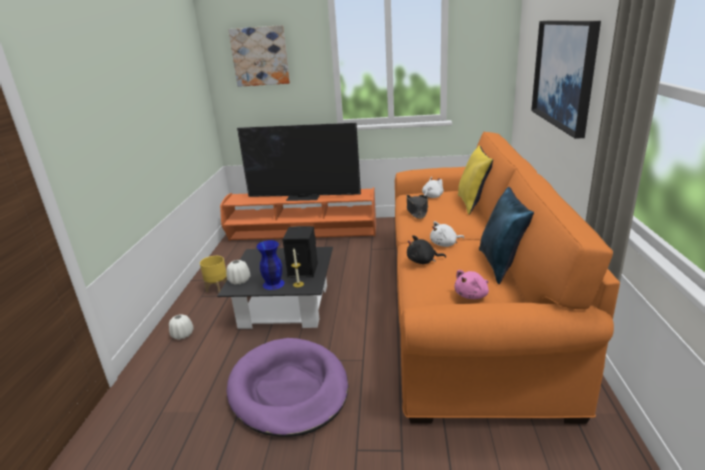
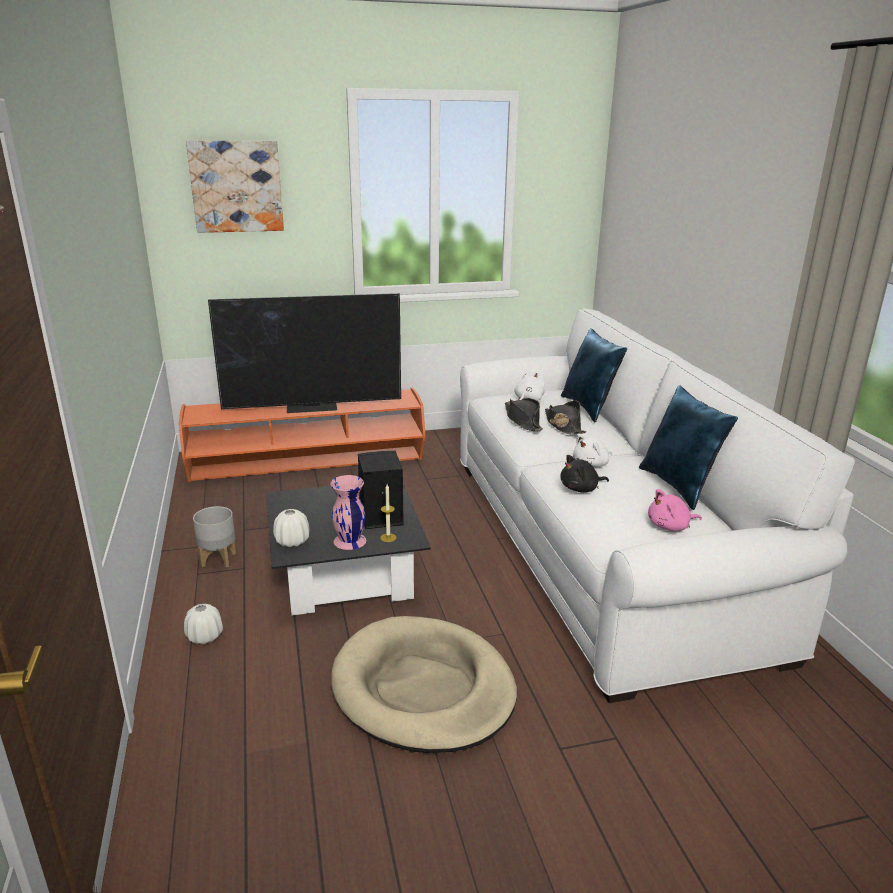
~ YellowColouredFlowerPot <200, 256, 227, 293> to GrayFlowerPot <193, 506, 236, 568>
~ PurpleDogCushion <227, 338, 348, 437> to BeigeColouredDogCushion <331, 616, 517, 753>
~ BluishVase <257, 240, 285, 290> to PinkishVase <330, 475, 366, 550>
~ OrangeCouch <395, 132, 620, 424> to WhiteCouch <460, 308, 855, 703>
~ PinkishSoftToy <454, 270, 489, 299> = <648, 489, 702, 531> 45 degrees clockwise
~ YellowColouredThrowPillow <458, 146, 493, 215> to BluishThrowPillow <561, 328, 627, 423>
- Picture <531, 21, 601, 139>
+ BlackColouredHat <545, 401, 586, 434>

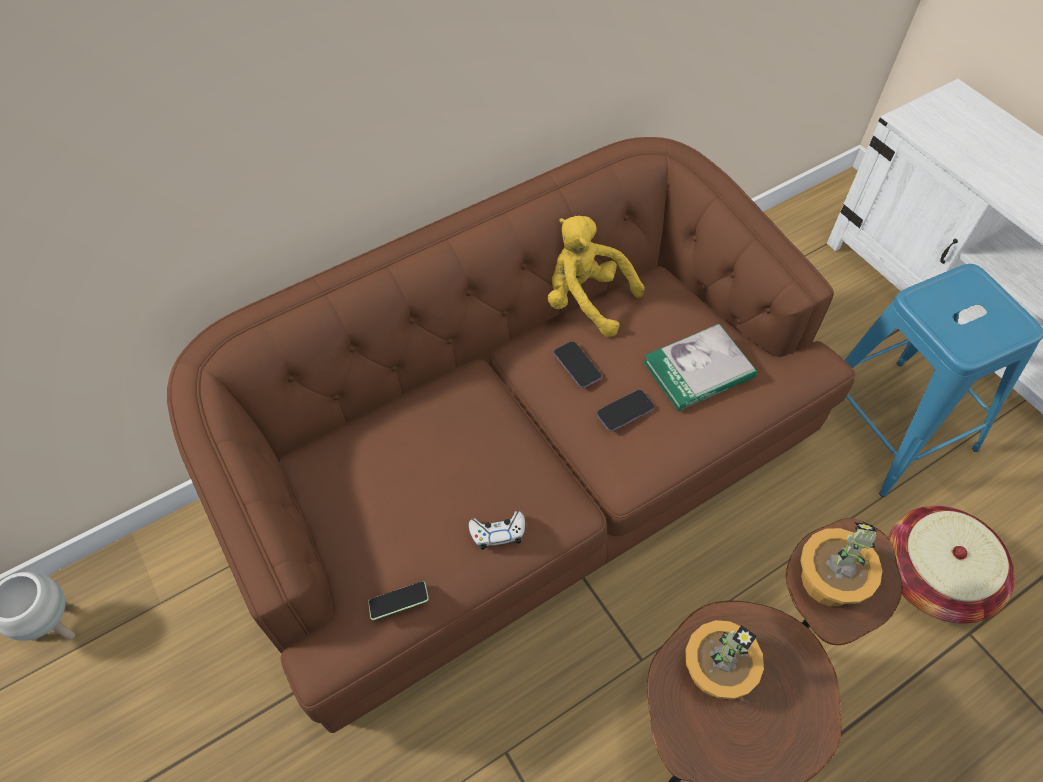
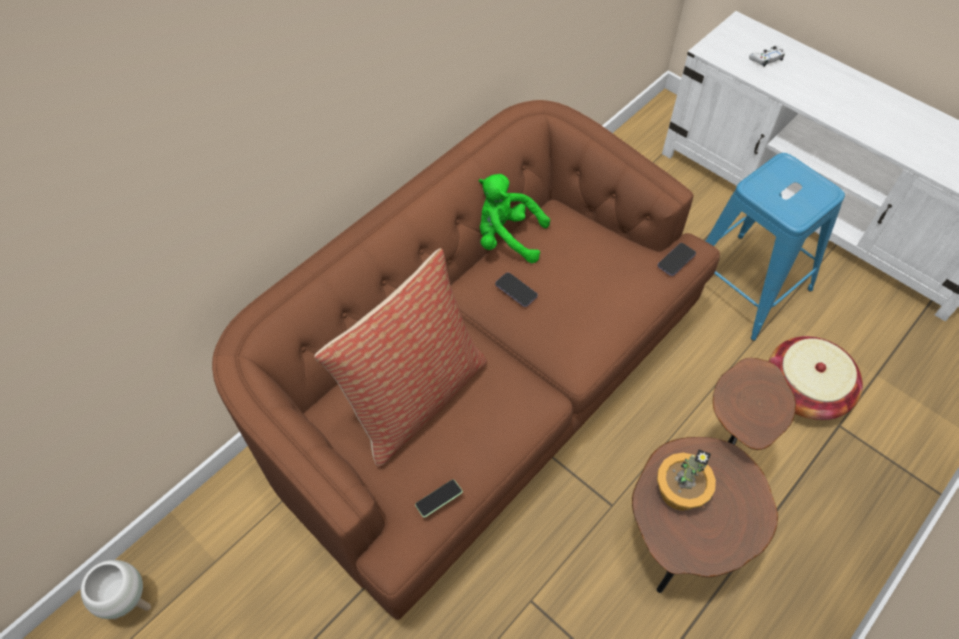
~ WhiteGameController <469, 511, 525, 550> to <749, 46, 785, 67>
~ YellowColouredSoftToy <548, 216, 645, 337> to GreenSoftToy <479, 174, 550, 263>
~ Phone <597, 390, 654, 431> to <658, 243, 696, 276>
- Book <643, 324, 757, 411>
- PottedPlant <800, 522, 883, 606>
+ ThrowPillow <314, 248, 487, 467>

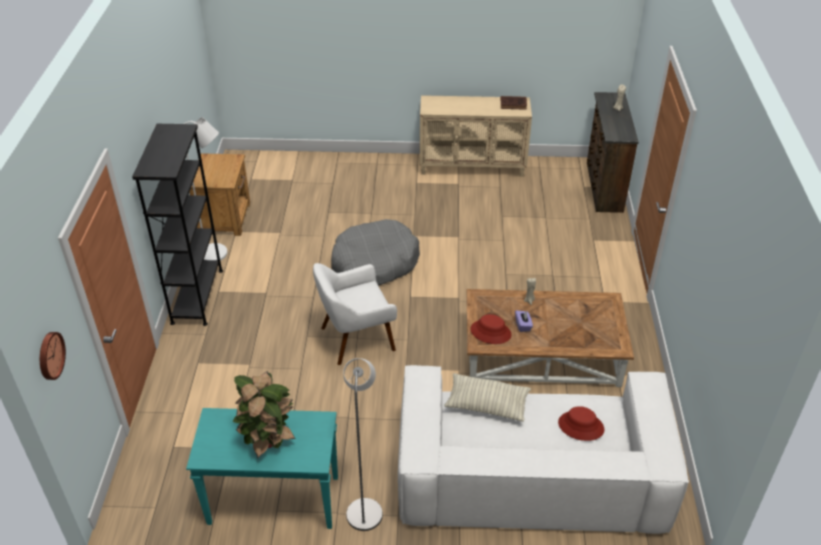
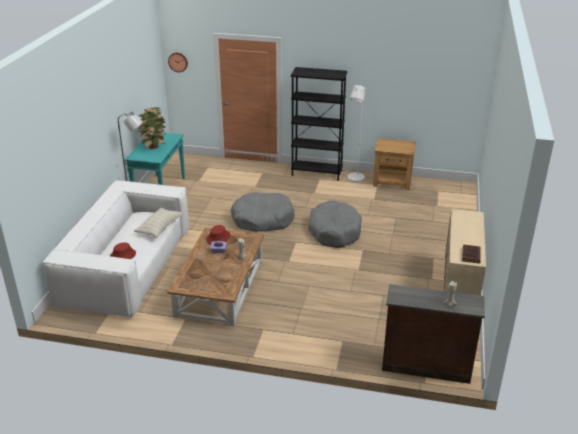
~ WhiteArmchair <313, 263, 397, 365> to GrayDogCushion <231, 192, 295, 232>

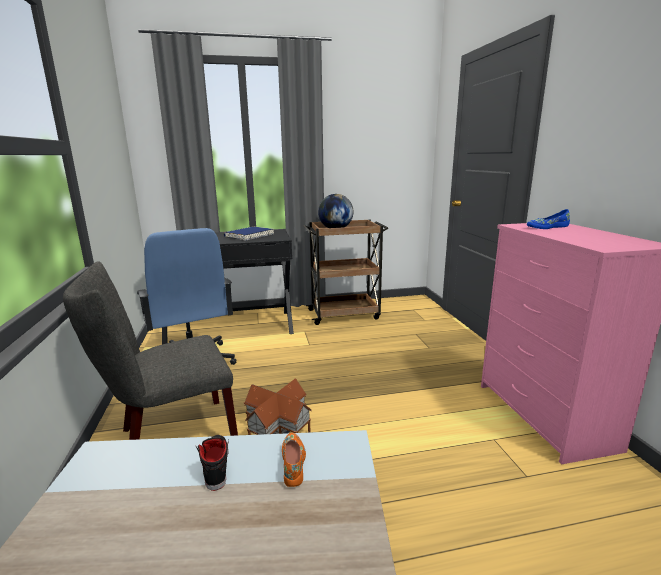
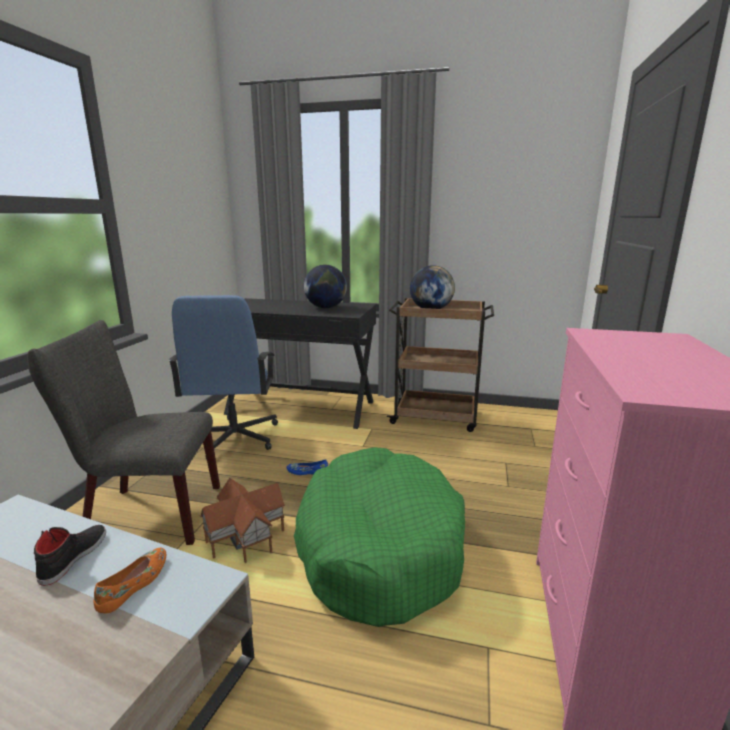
~ BluishBook <224, 227, 274, 241> to WorldGlobe <304, 265, 347, 308>
~ BluishLowShoe <527, 209, 570, 229> to <287, 459, 328, 475>
+ GreenDogCushion <294, 447, 465, 627>

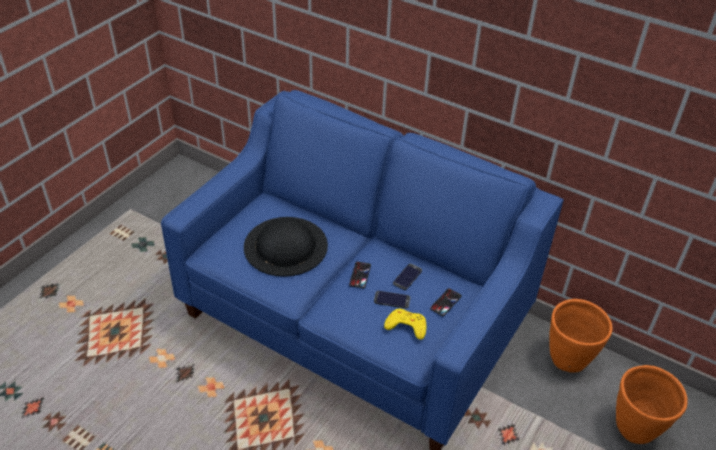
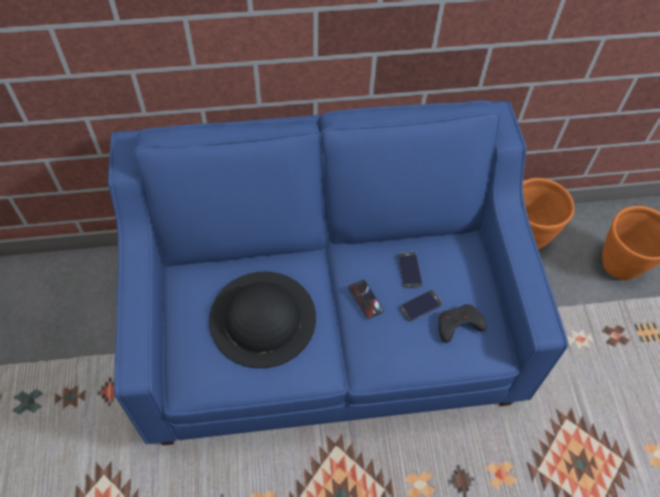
~ YellowColouredGameController <384, 309, 426, 339> to BlackColouredGameController <439, 304, 487, 343>
- Phone <430, 288, 462, 316>

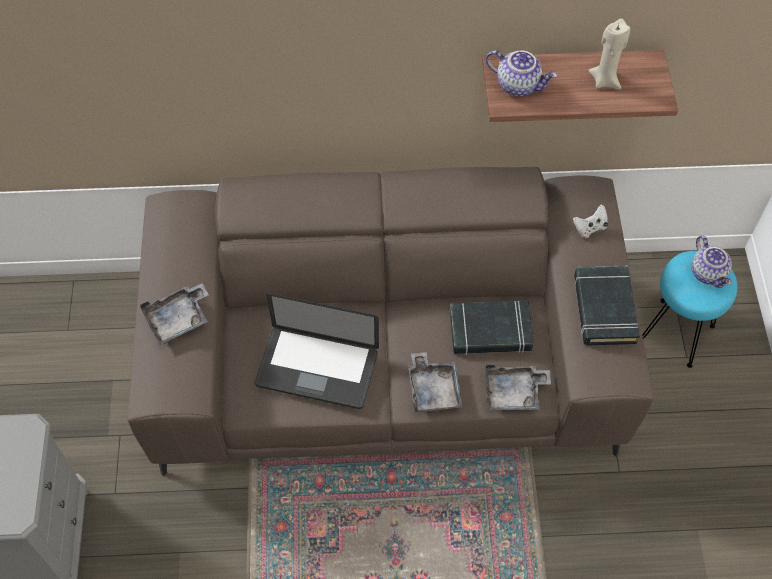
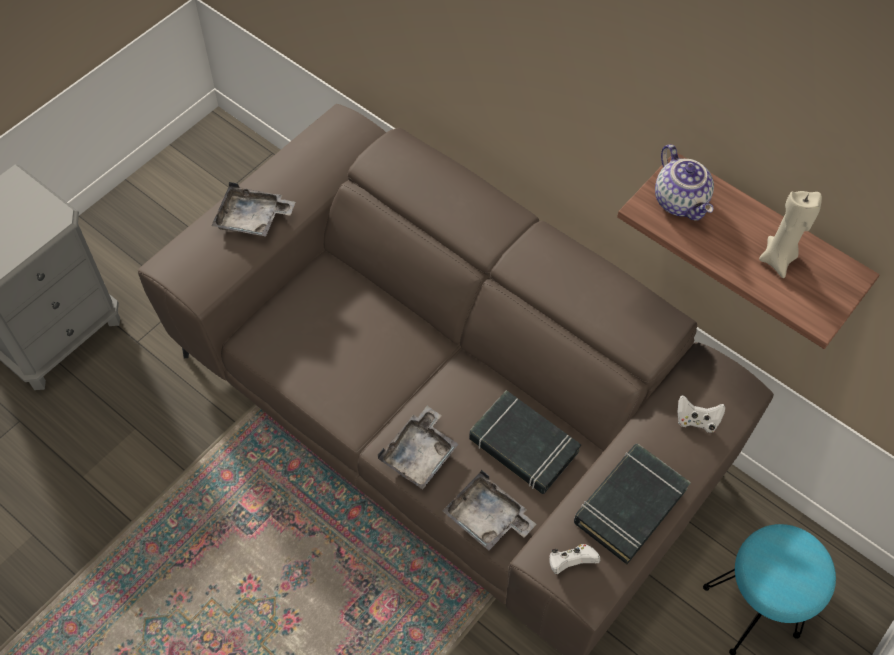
- NotebookComputer <255, 293, 379, 409>
- TeaPot <692, 236, 732, 288>
+ WhiteGameController <549, 544, 600, 574>

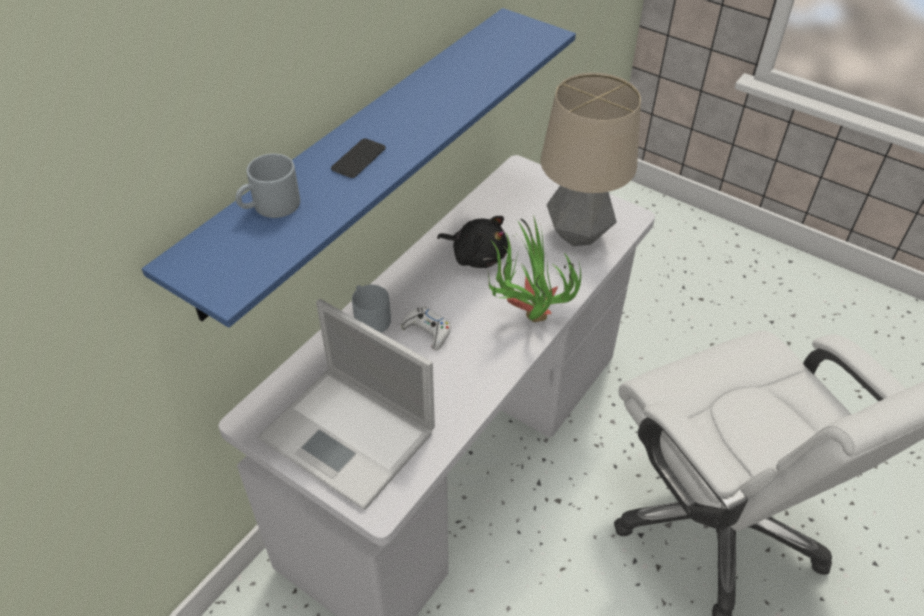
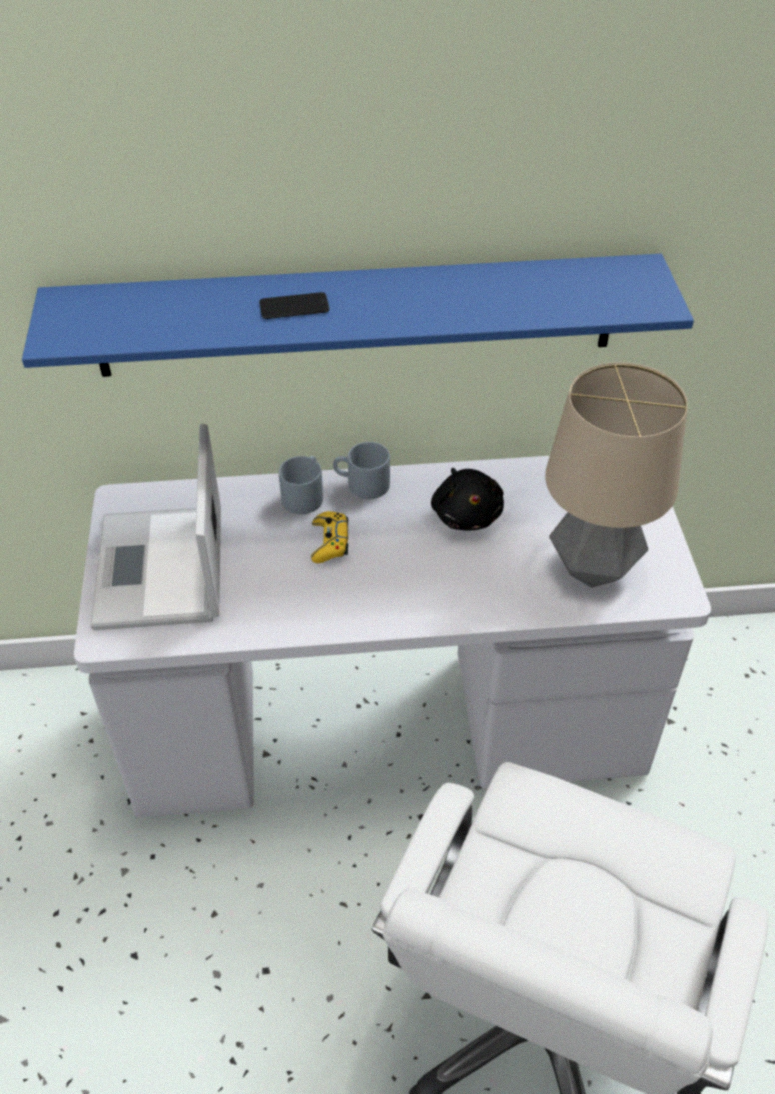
~ GrayMug <236, 154, 300, 218> to <333, 442, 390, 499>
~ WhiteGameController <401, 306, 451, 350> to YellowColouredGameController <311, 511, 348, 563>
- PottedPlant <488, 215, 581, 322>

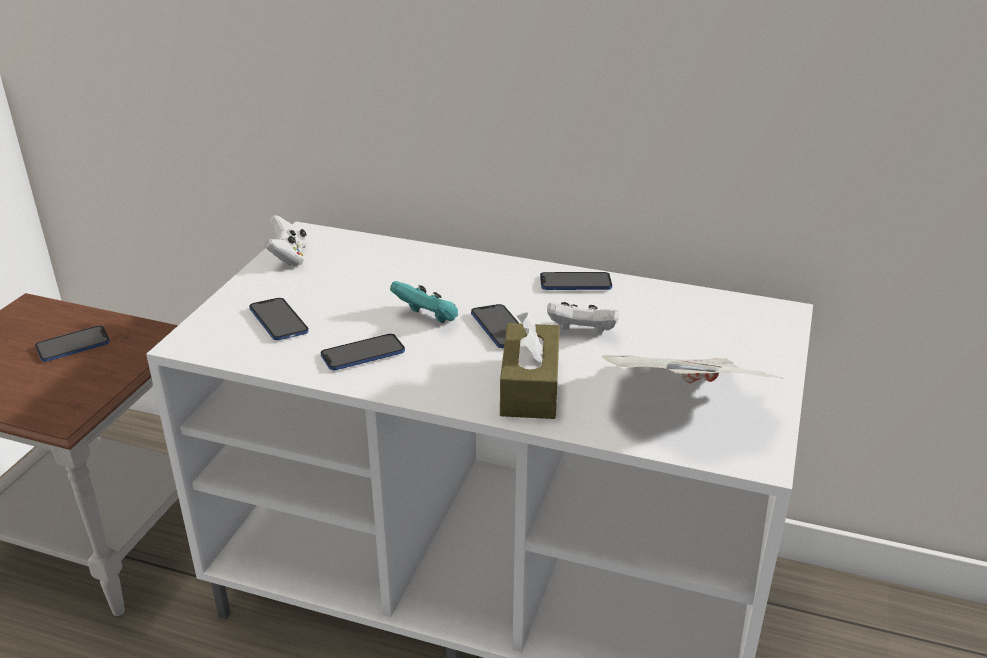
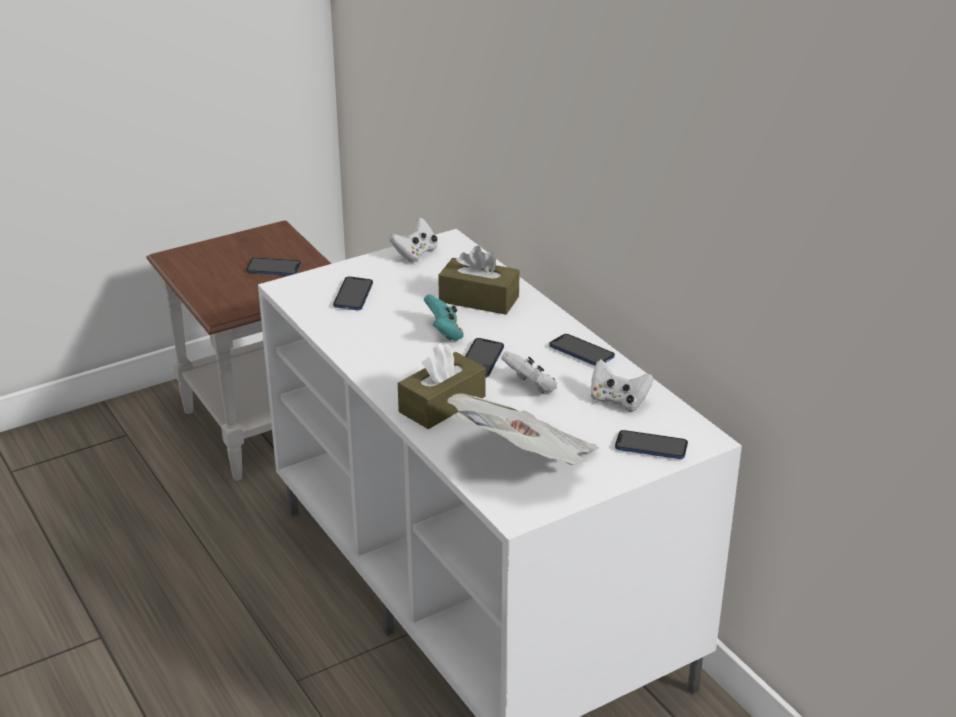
~ Phone <321, 334, 405, 370> to <615, 430, 688, 459>
+ BrownishBoxOfTissues <438, 246, 520, 315>
+ WhiteGameController <591, 359, 654, 411>

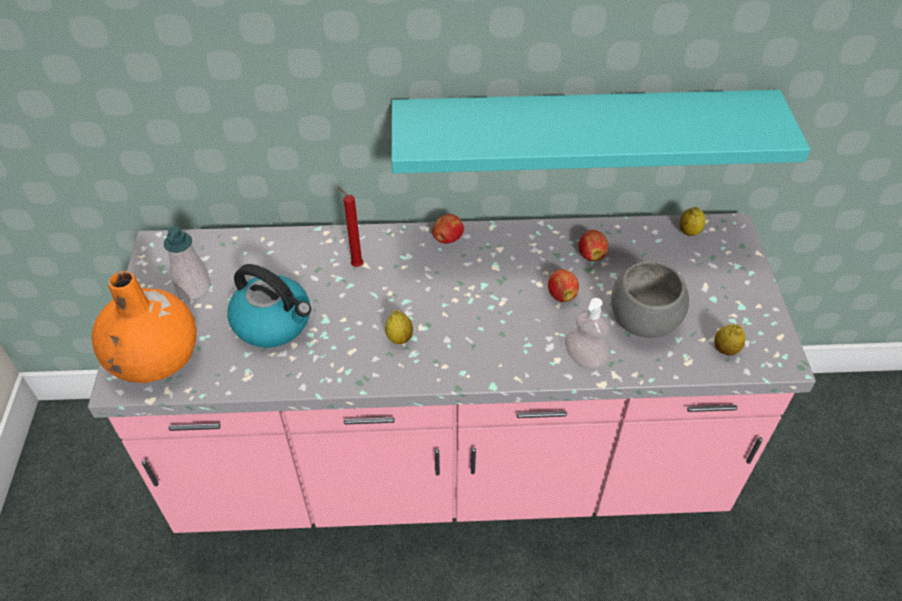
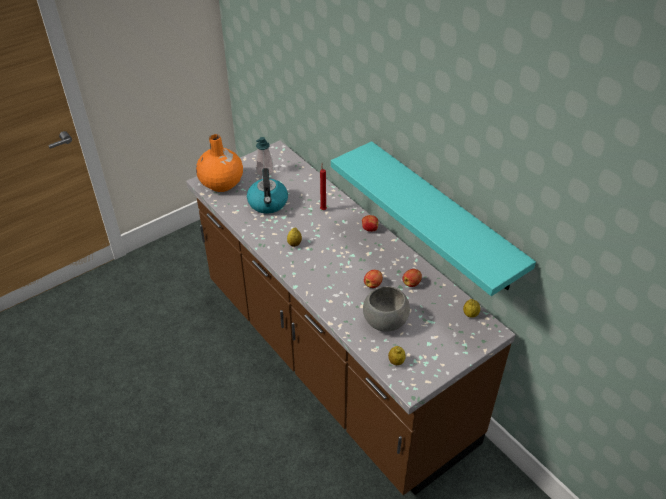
~ PinkishKitchenBaseUnit <88, 213, 816, 533> to BrownishKitchenBaseUnit <186, 140, 515, 495>
- LiquidSoapBottle <564, 298, 611, 370>

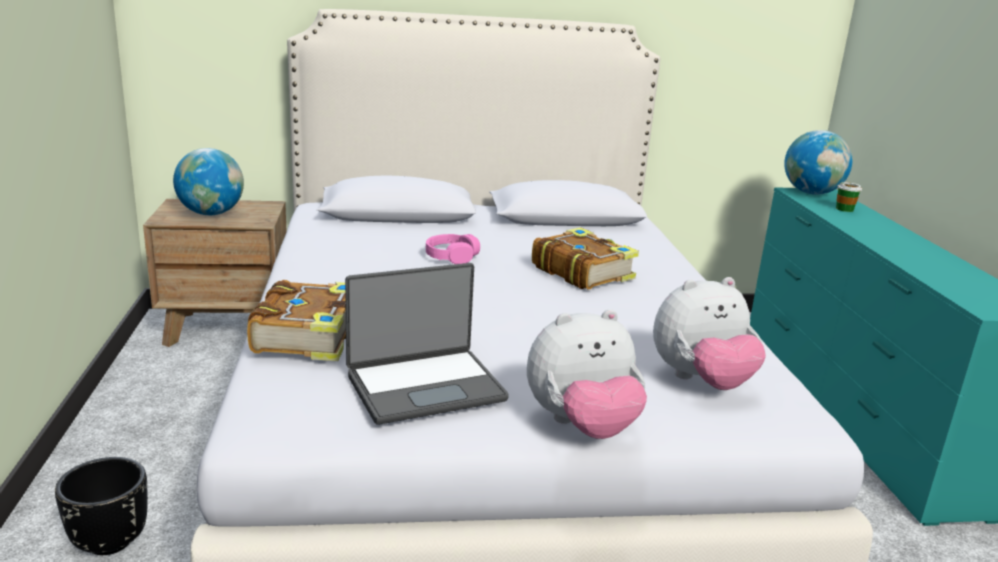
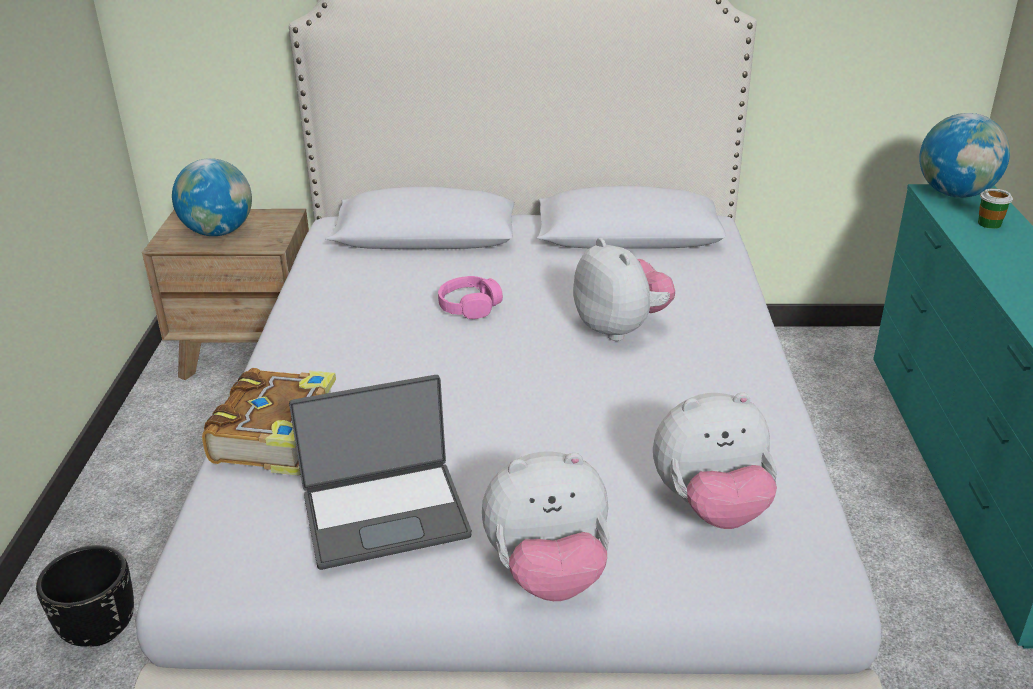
~ Book <532, 227, 639, 290> to SoftToy <573, 238, 675, 341>

